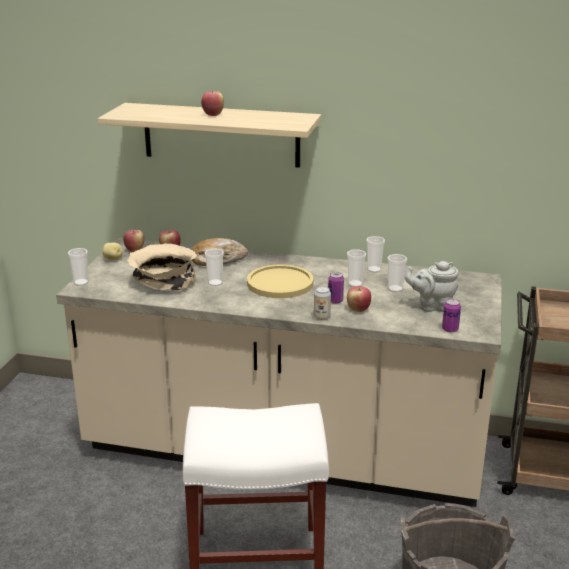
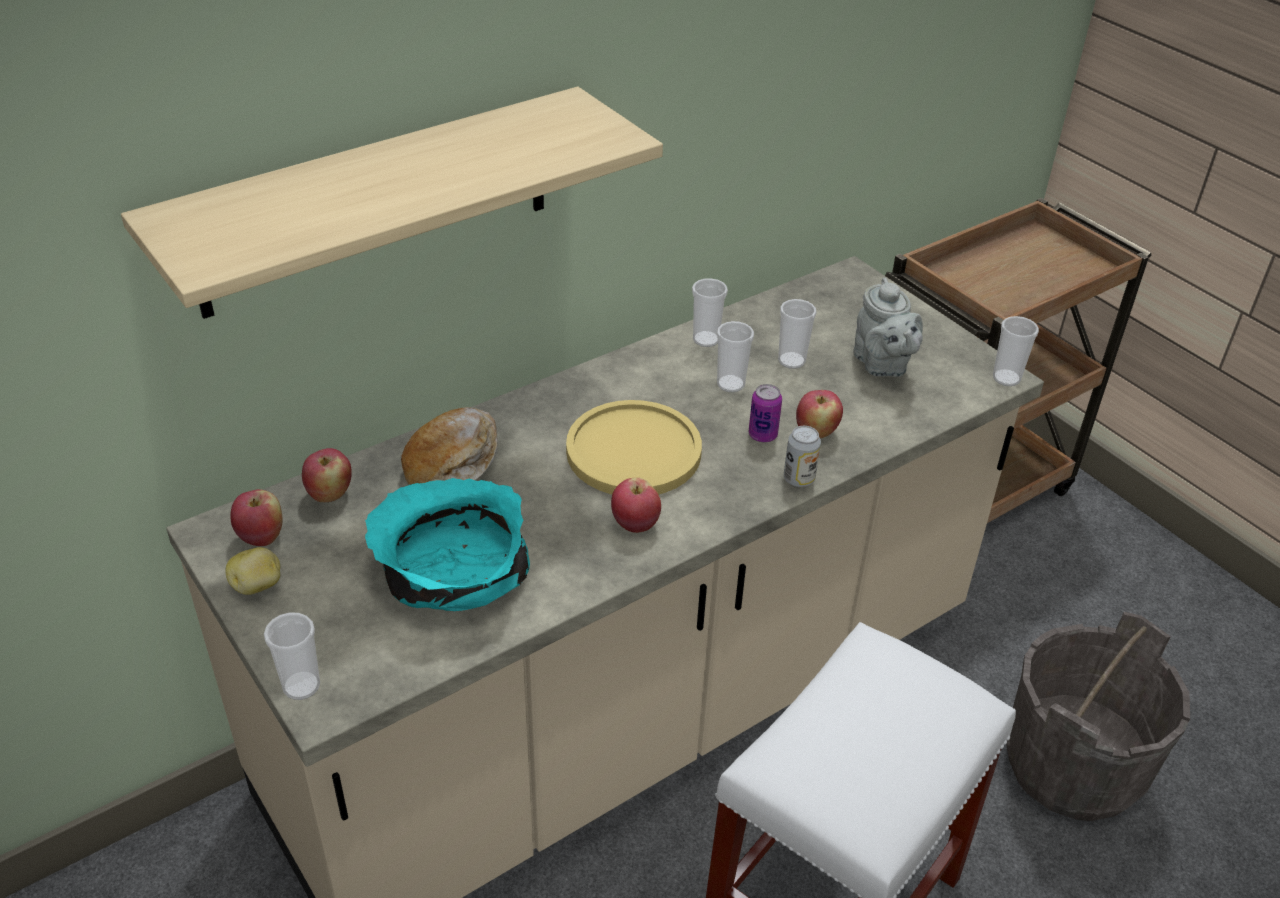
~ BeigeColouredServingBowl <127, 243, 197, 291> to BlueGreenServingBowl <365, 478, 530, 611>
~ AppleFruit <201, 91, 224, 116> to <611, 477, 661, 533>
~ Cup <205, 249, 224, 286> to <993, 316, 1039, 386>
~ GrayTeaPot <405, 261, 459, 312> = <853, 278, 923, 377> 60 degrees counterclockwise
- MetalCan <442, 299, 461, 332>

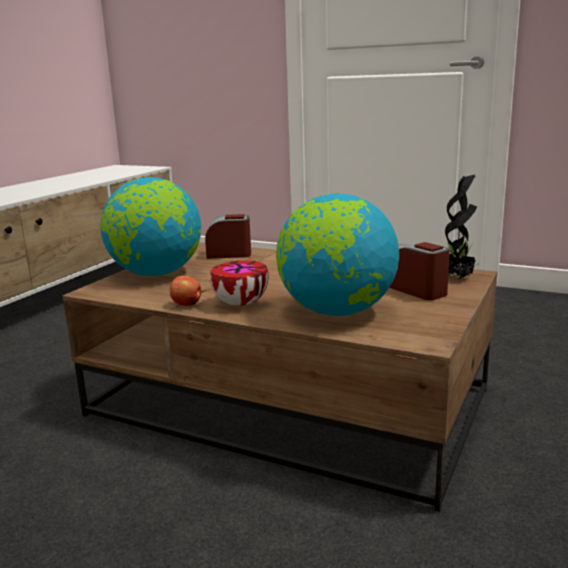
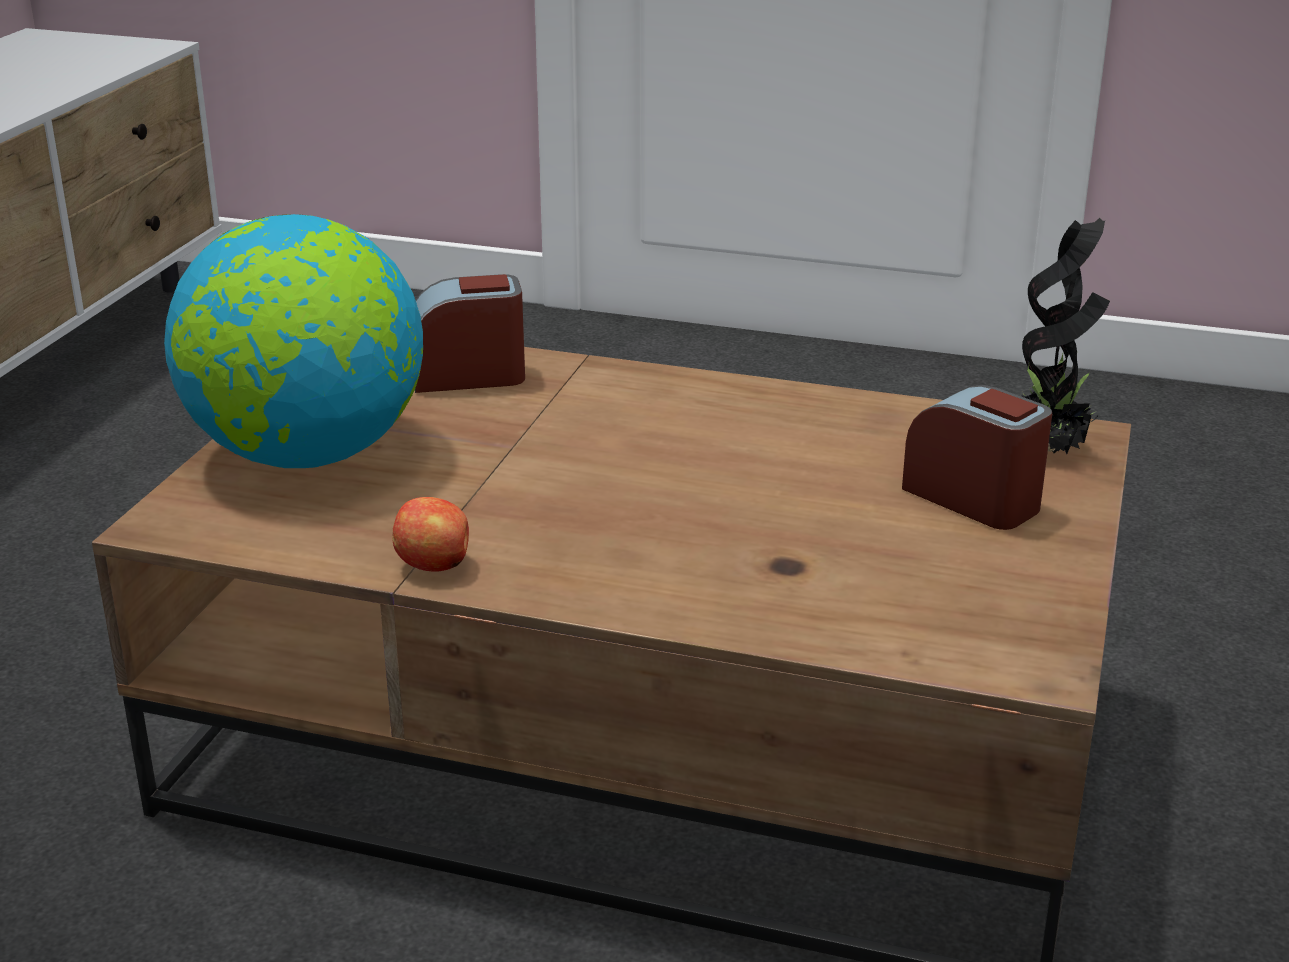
- ServingBowl <210, 260, 268, 306>
- WorldGlobe <276, 193, 399, 316>

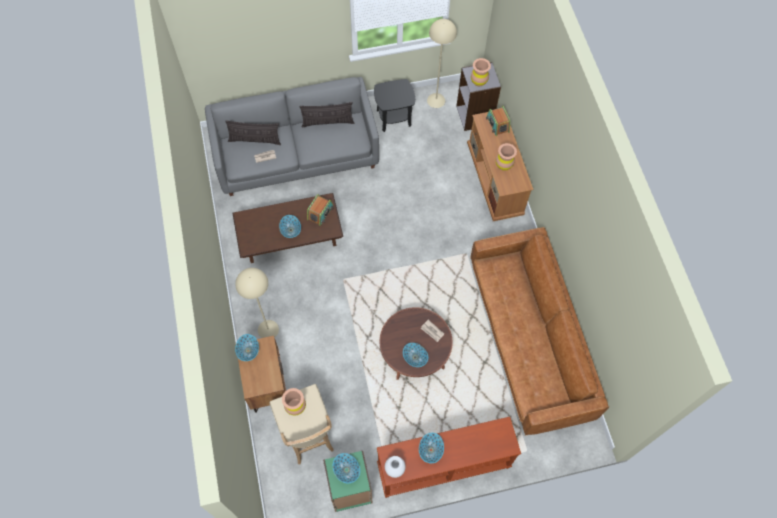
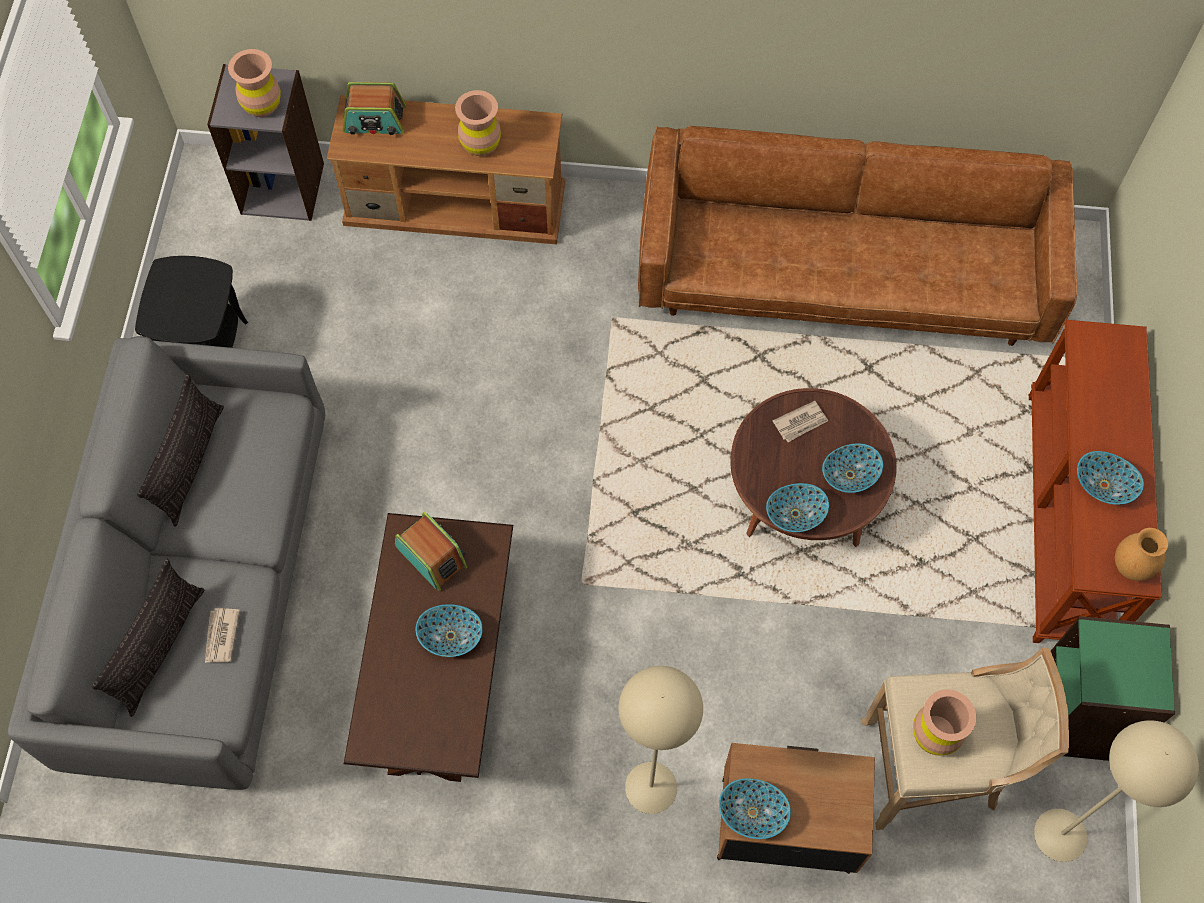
~ ServingBowl <333, 453, 360, 483> to <766, 483, 829, 532>
~ WhiteVase <385, 456, 406, 478> to BrownishVase <1115, 528, 1168, 581>
~ BeigeColouredStandingLamp <427, 19, 457, 108> to <1034, 720, 1199, 862>

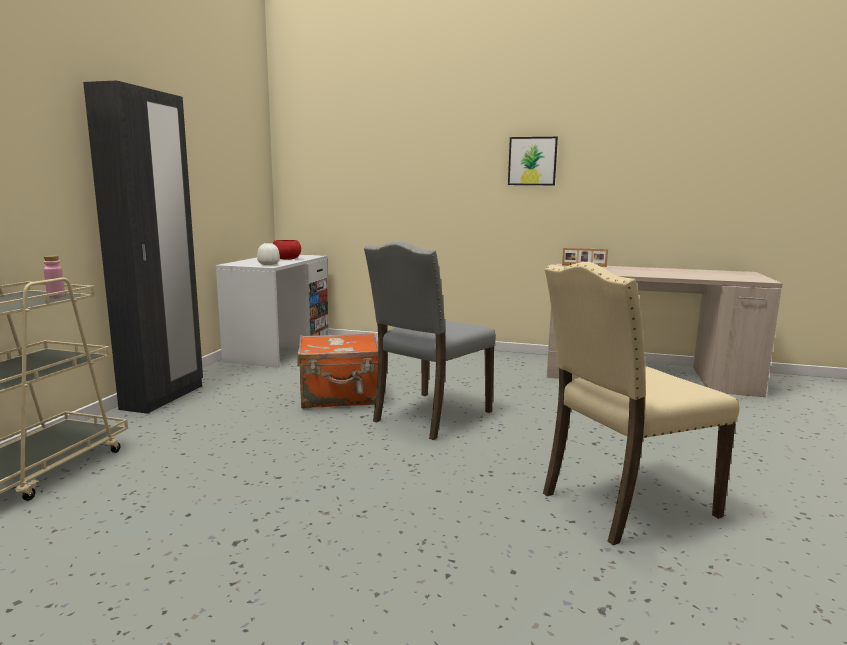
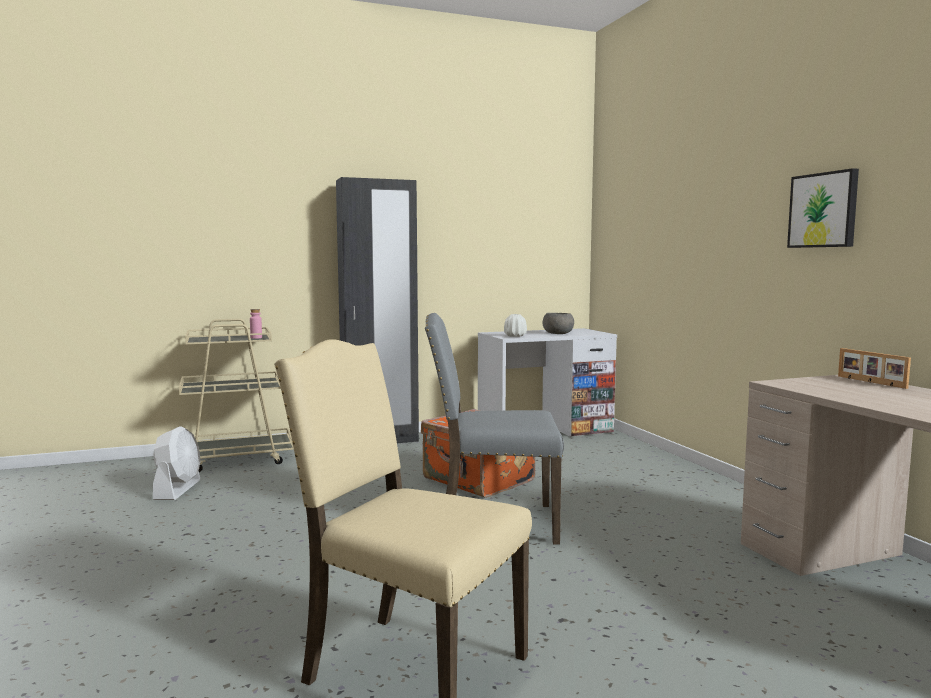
~ RedServingBowl <273, 240, 301, 260> to GrayServingBowl <543, 313, 574, 334>
+ WhiteFan <153, 426, 201, 500>

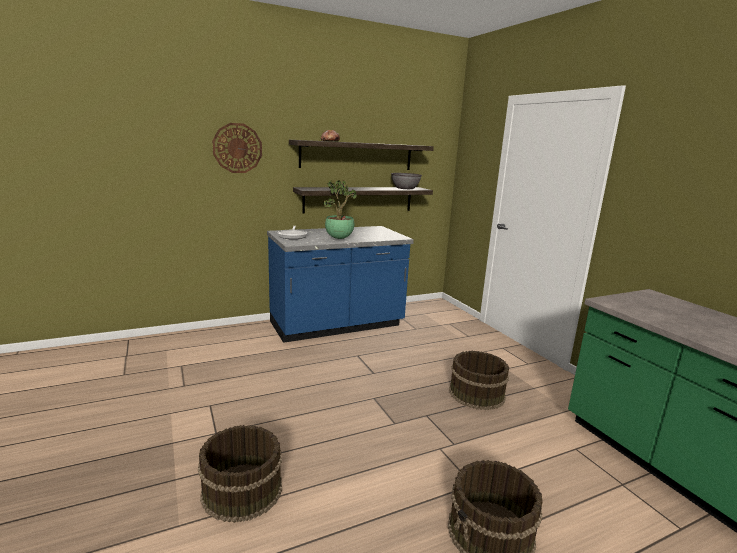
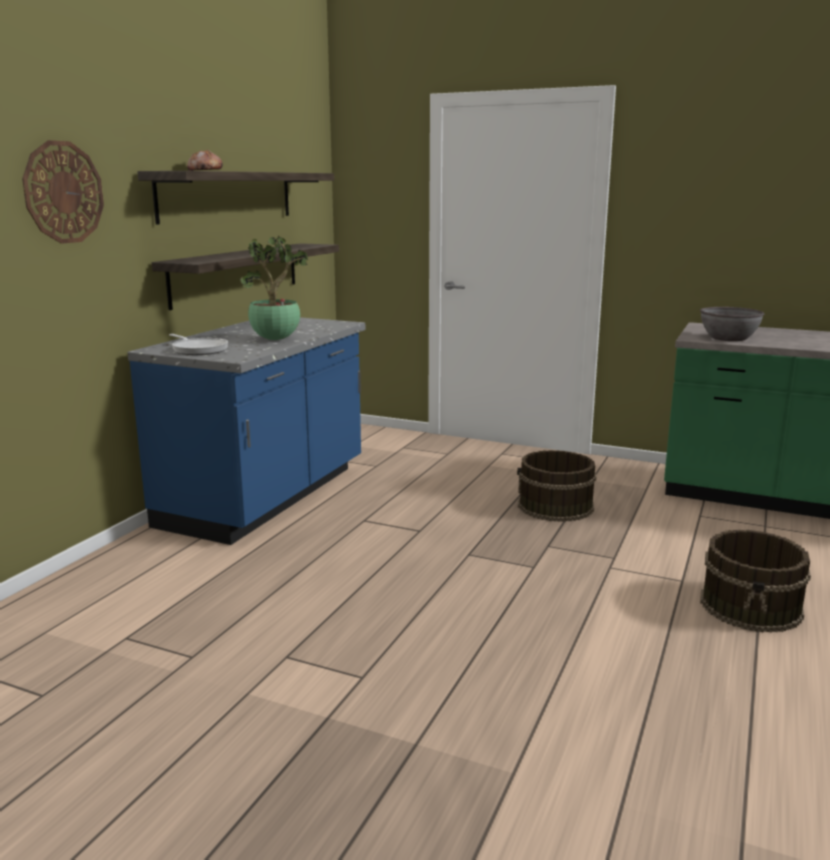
- BrownishWaterBucket <198, 425, 282, 523>
~ GrayServingBowl <391, 173, 422, 189> to <700, 307, 764, 341>

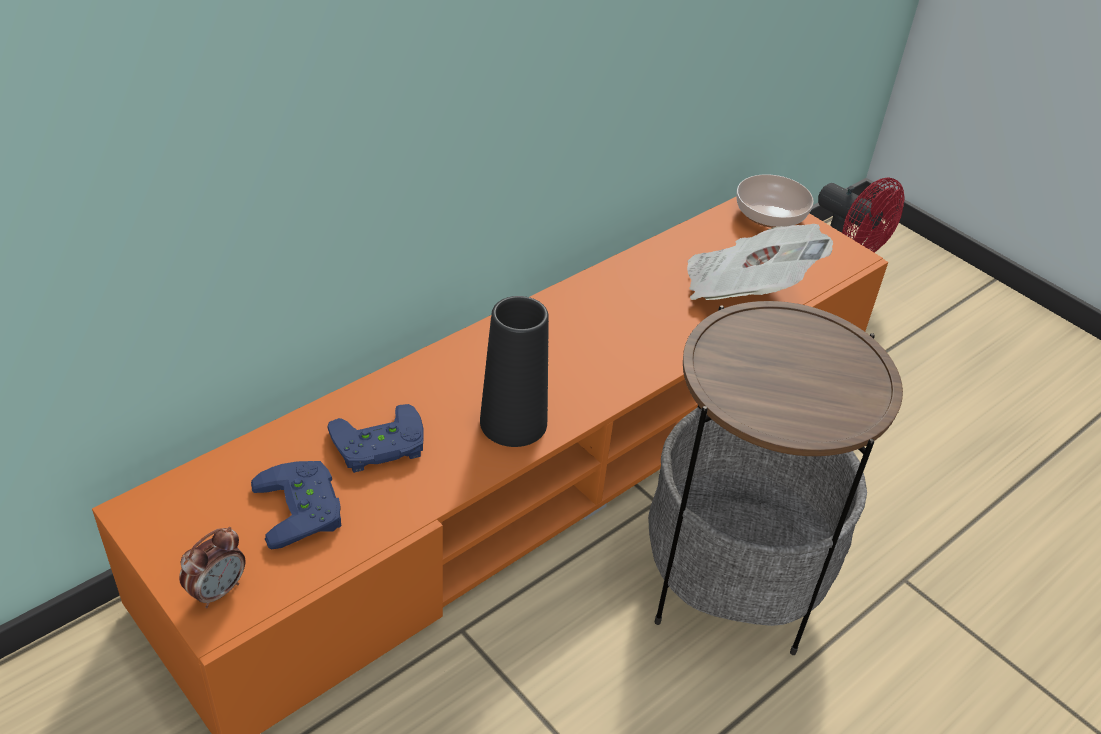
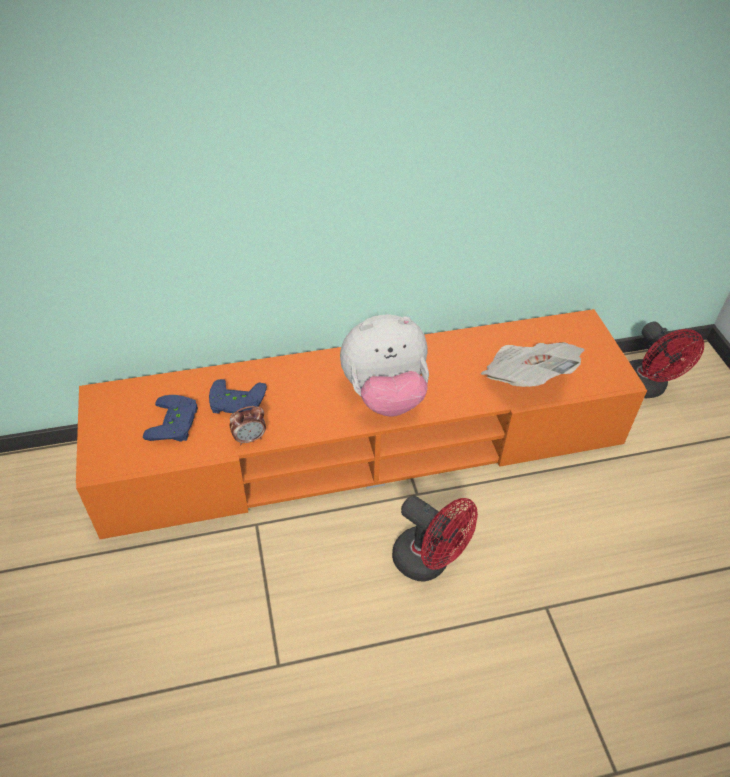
~ AlarmClock <179, 527, 246, 608> to <230, 406, 266, 446>
- BlackColouredVase <480, 296, 549, 447>
~ SideTable <648, 301, 903, 655> to RedFan <392, 496, 478, 581>
- ServingBowl <736, 174, 814, 228>
+ SoftToy <340, 314, 429, 417>

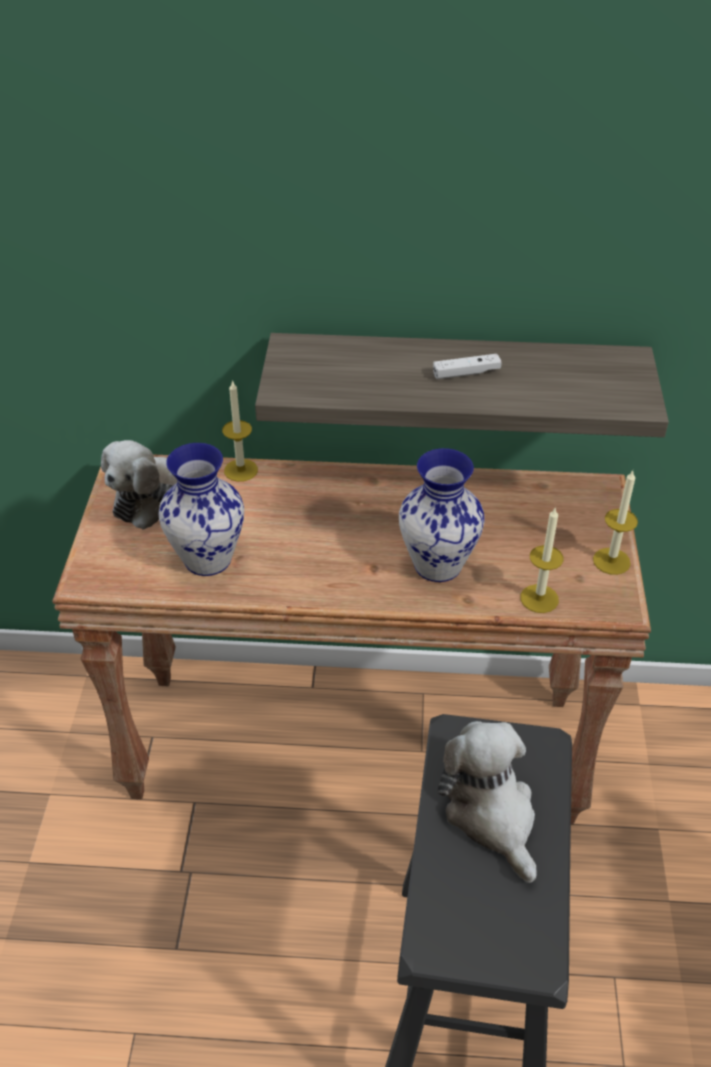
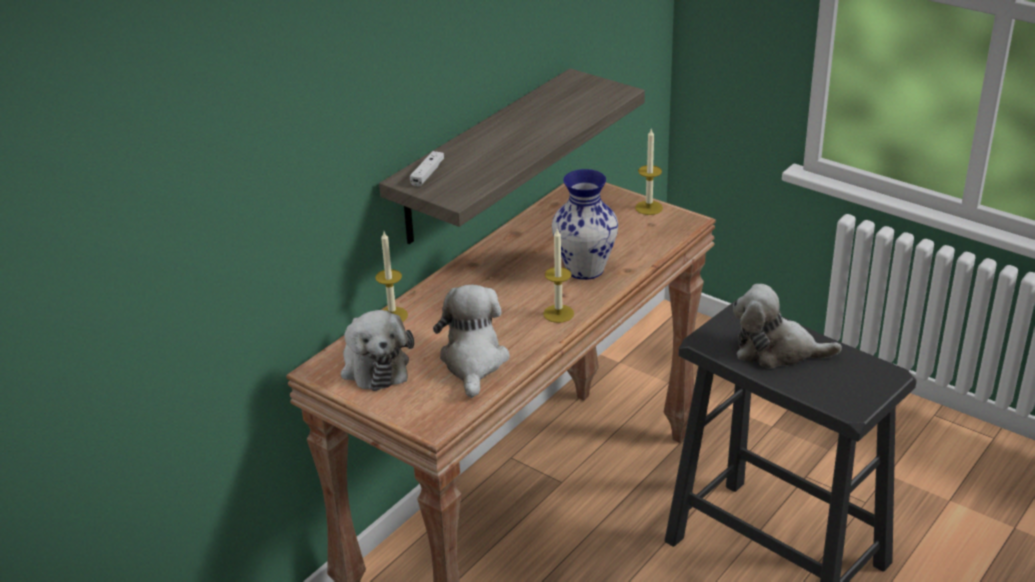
~ Vase <158, 443, 244, 576> to SoftToy <433, 284, 510, 398>
~ WhiteGameController <433, 354, 502, 379> to <410, 151, 444, 186>
~ Candle <520, 508, 564, 613> to <543, 229, 574, 323>

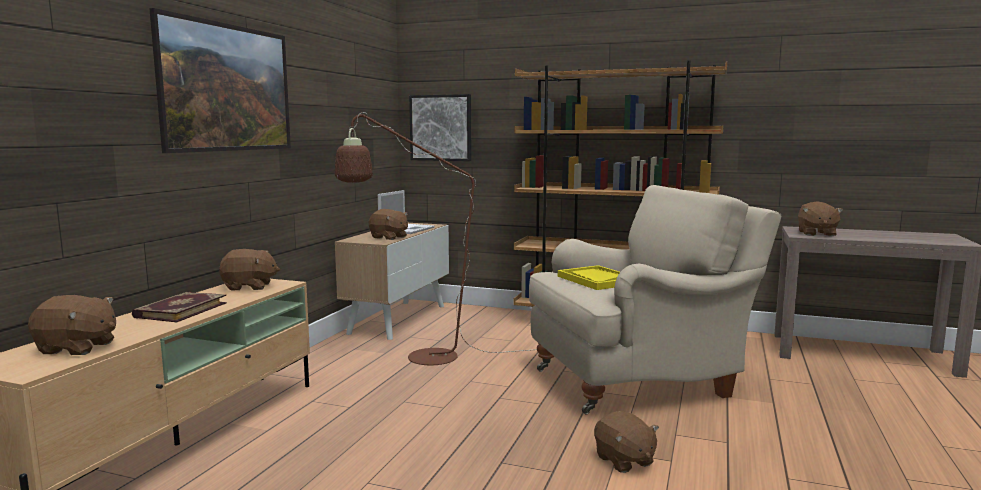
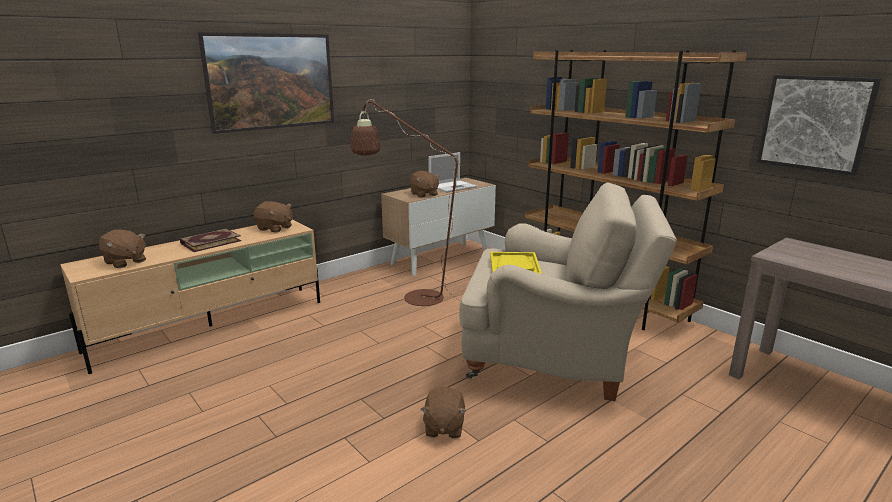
~ Picture <409, 94, 471, 161> to <757, 75, 881, 176>
- BrownishSoftToy <798, 201, 843, 236>

